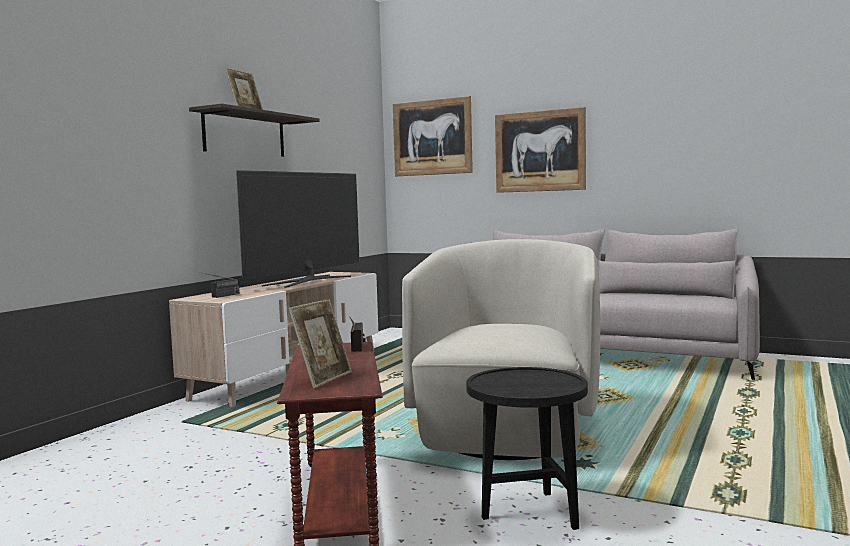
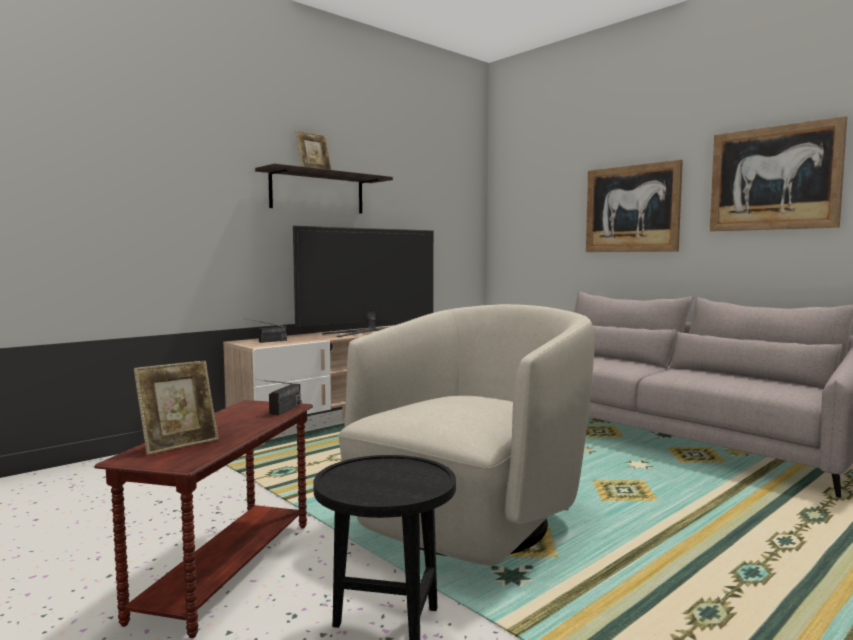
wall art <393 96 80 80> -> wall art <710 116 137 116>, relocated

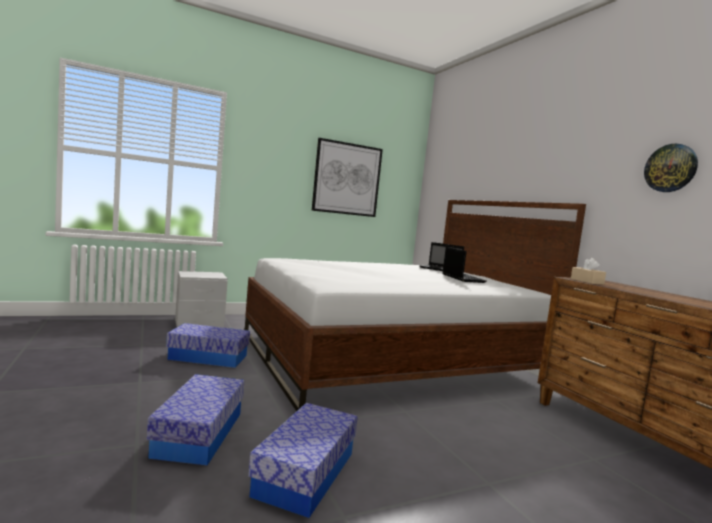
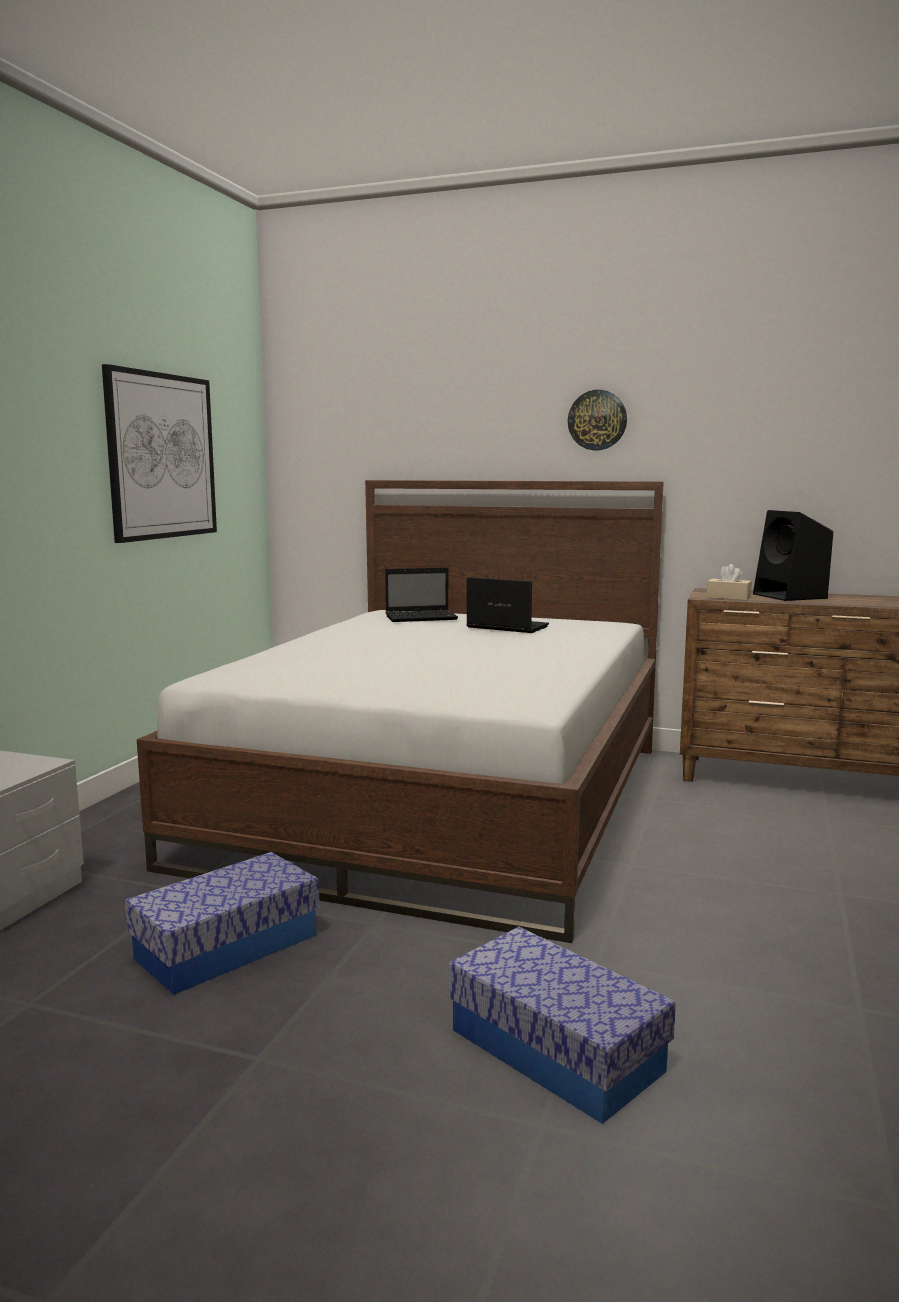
storage box <248 403 110 115> -> none
clock on the wall <644 144 54 48> -> clock on the wall <568 390 59 60>, relocated
none -> black-coloured speaker <753 510 80 91>

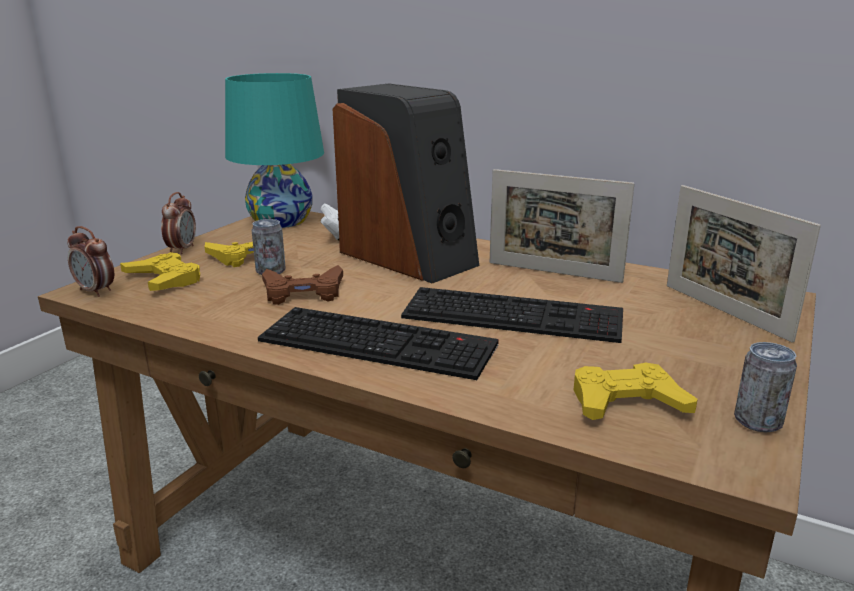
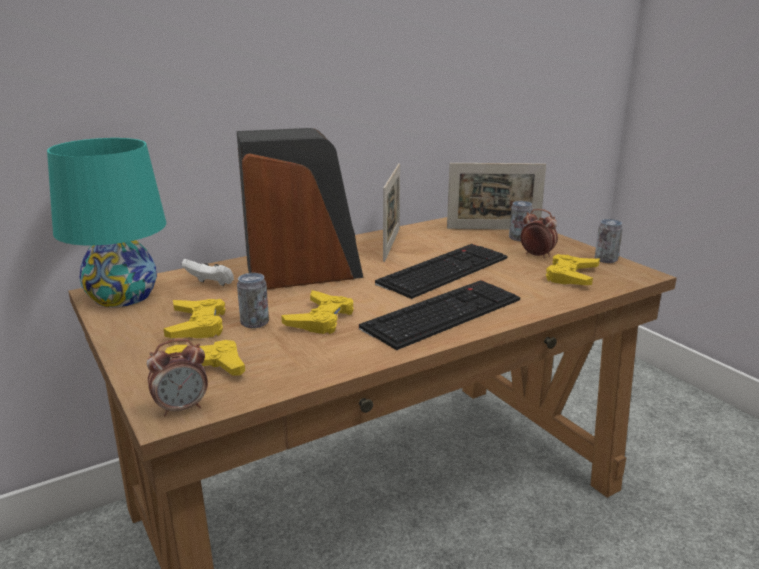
bedside clock <161 192 35 62> -> bedside clock <521 209 37 49>, relocated
brown-coloured gamepad <262 265 81 40> -> yellowish gamepad <281 290 72 44>
standing frame <490 169 145 114> -> standing frame <383 163 17 99>, 45 degrees counterclockwise
none -> metal can <509 201 24 40>

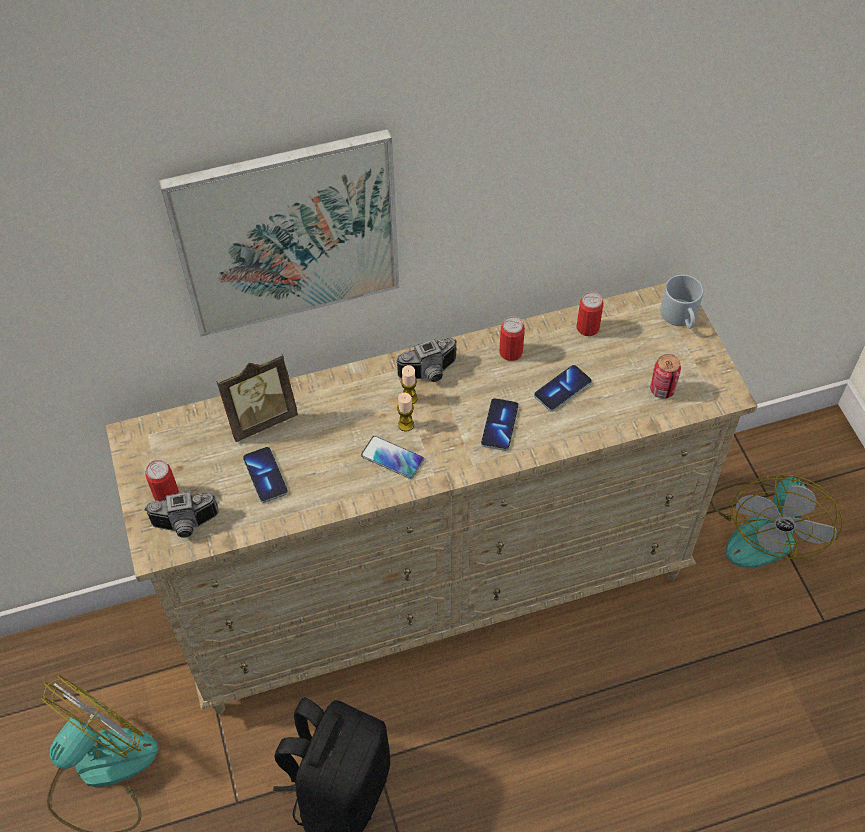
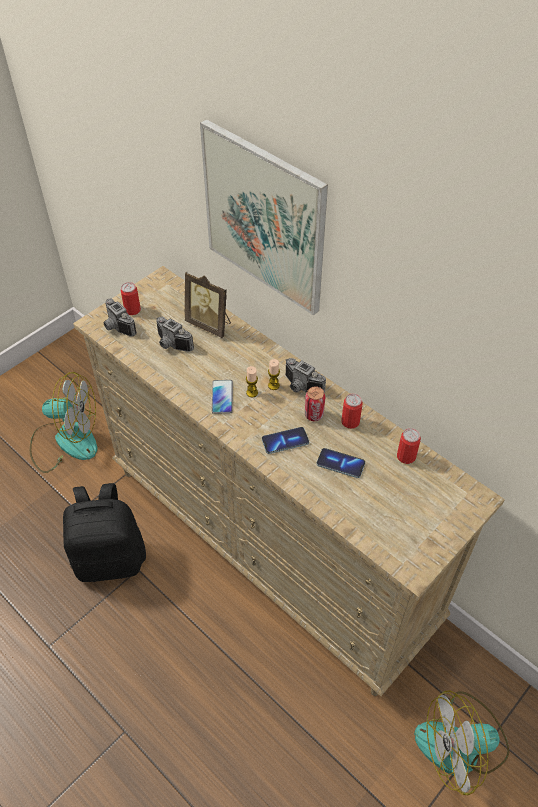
telephone <243 447 45 56> -> still camera <156 317 38 35>
metal can <650 354 31 45> -> metal can <305 386 20 35>, relocated
gray tea mug <660 275 43 54> -> none

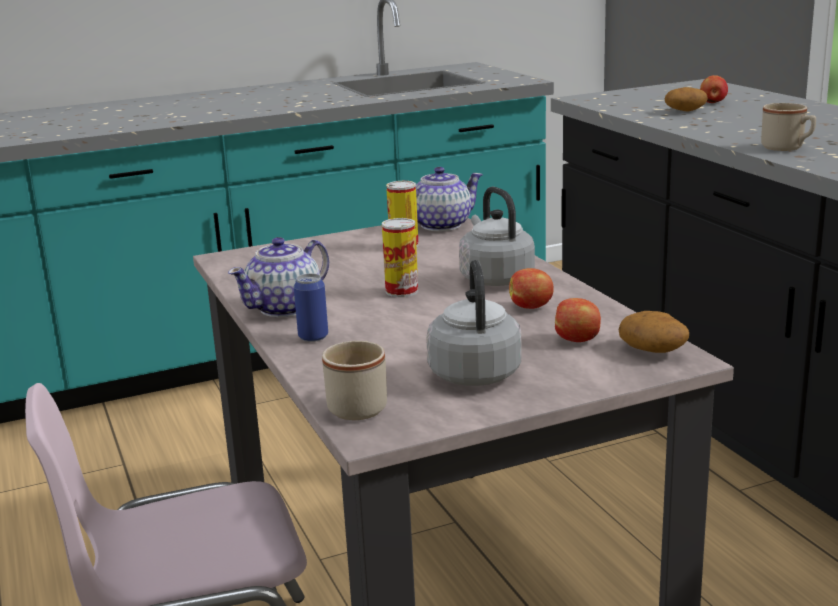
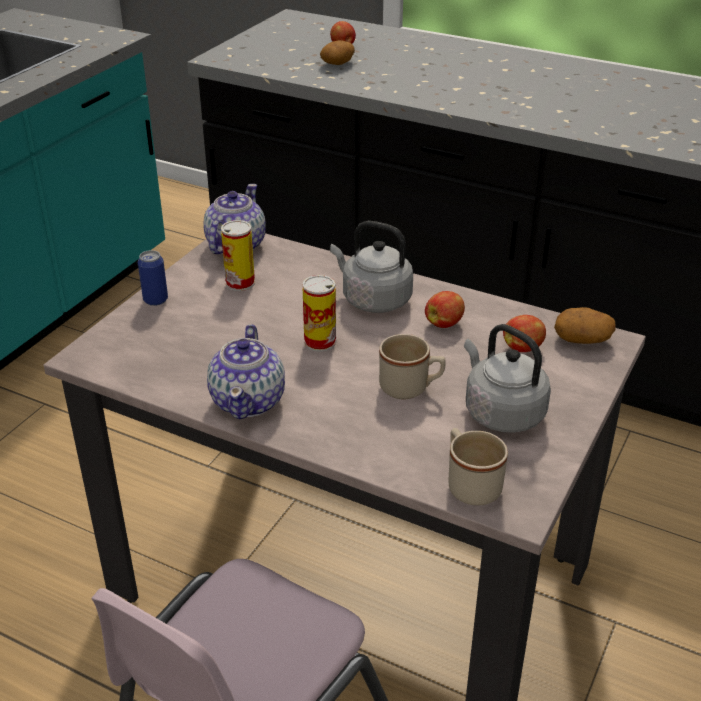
metal can <294 273 34 69> -> metal can <138 250 30 56>, relocated
beige tea mug <761 103 55 48> -> beige tea mug <379 334 67 65>, relocated

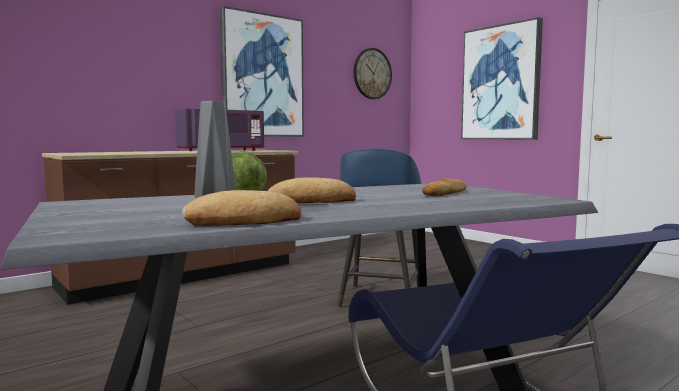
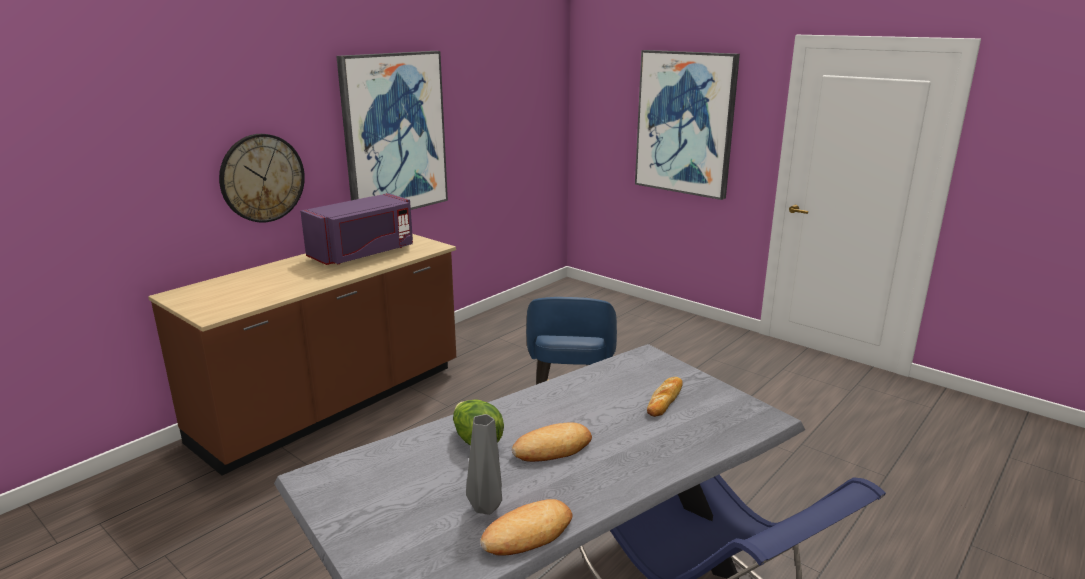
clock on the wall <353 48 39 51> -> clock on the wall <219 134 86 89>, relocated

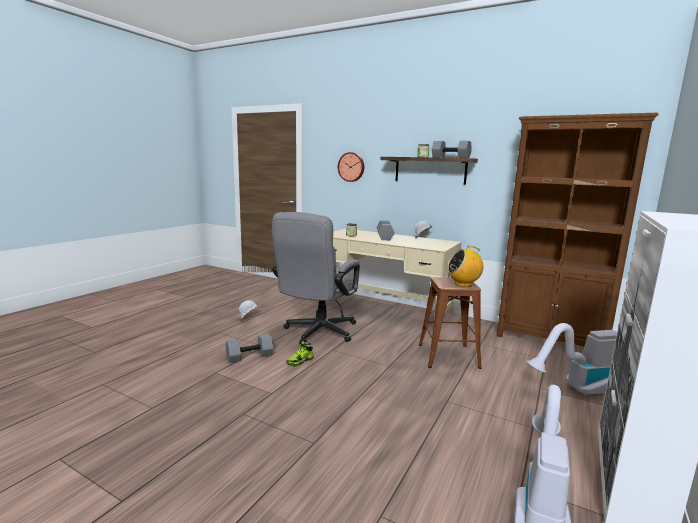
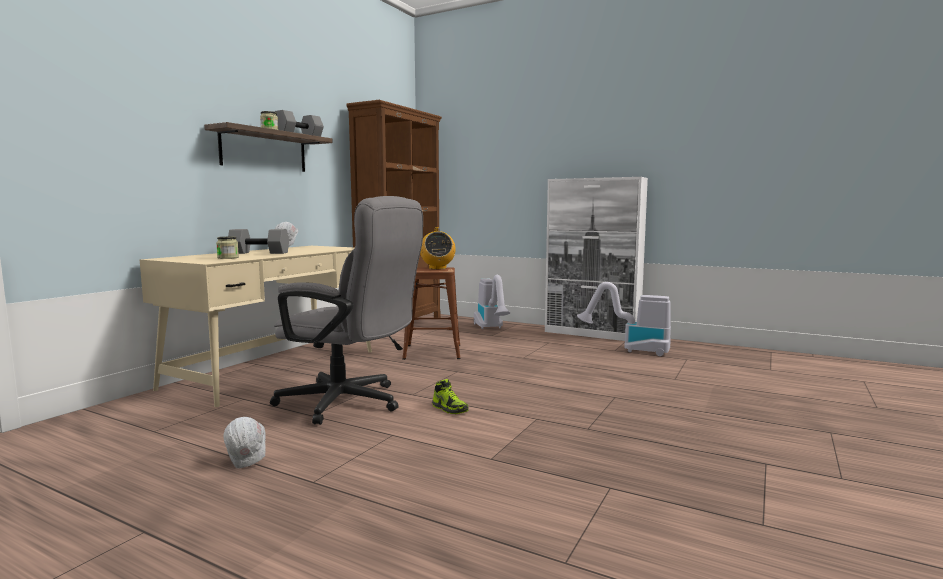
gray free weight <226 334 47 29> -> none
clock on the wall <338 152 26 30> -> none

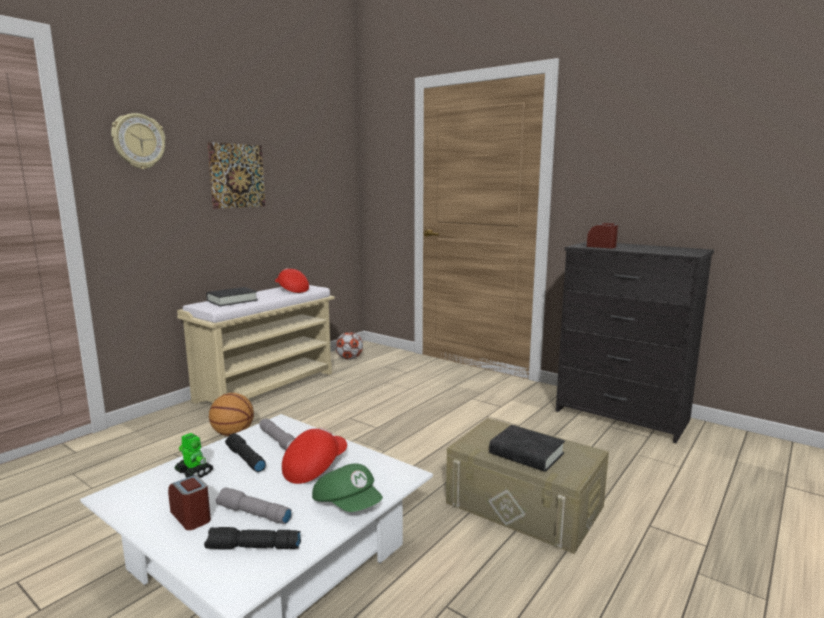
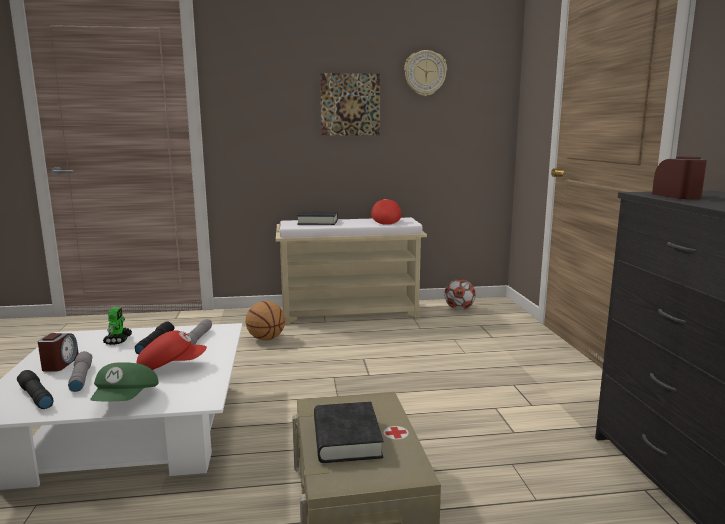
clock on the wall <111 113 55 56> -> clock on the wall <404 50 43 46>, relocated

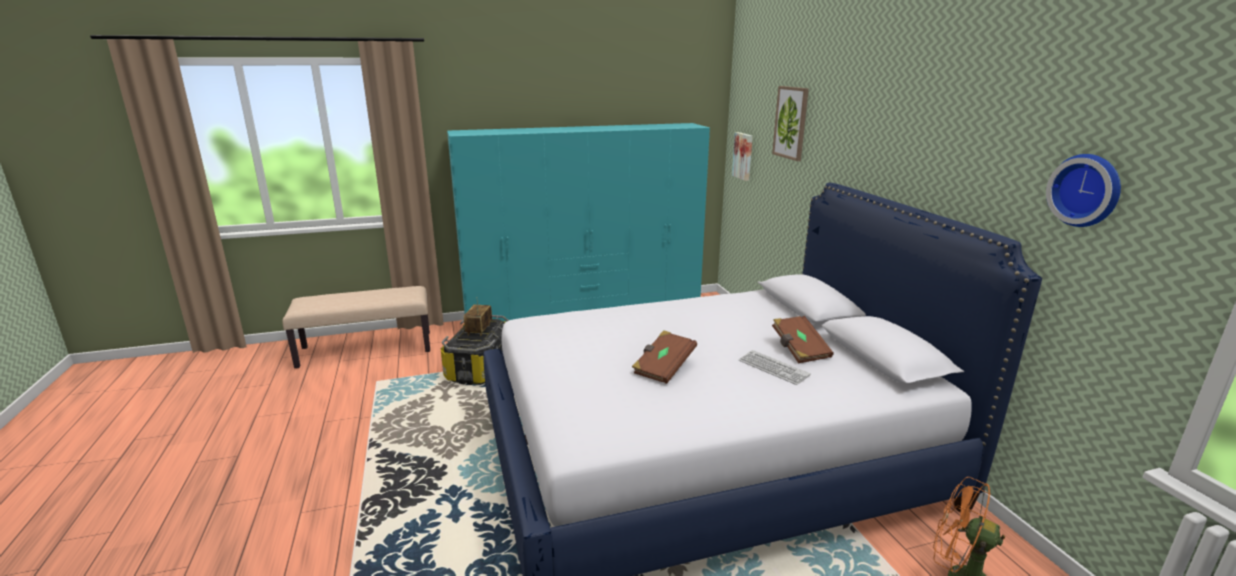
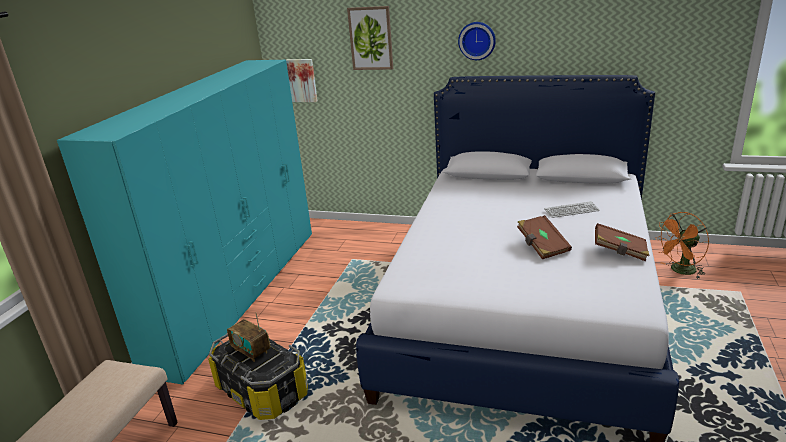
brown-coloured book <772 316 62 47> -> brown-coloured book <595 223 54 38>, relocated
clock on the wall <1046 154 75 73> -> clock on the wall <458 22 38 38>, relocated

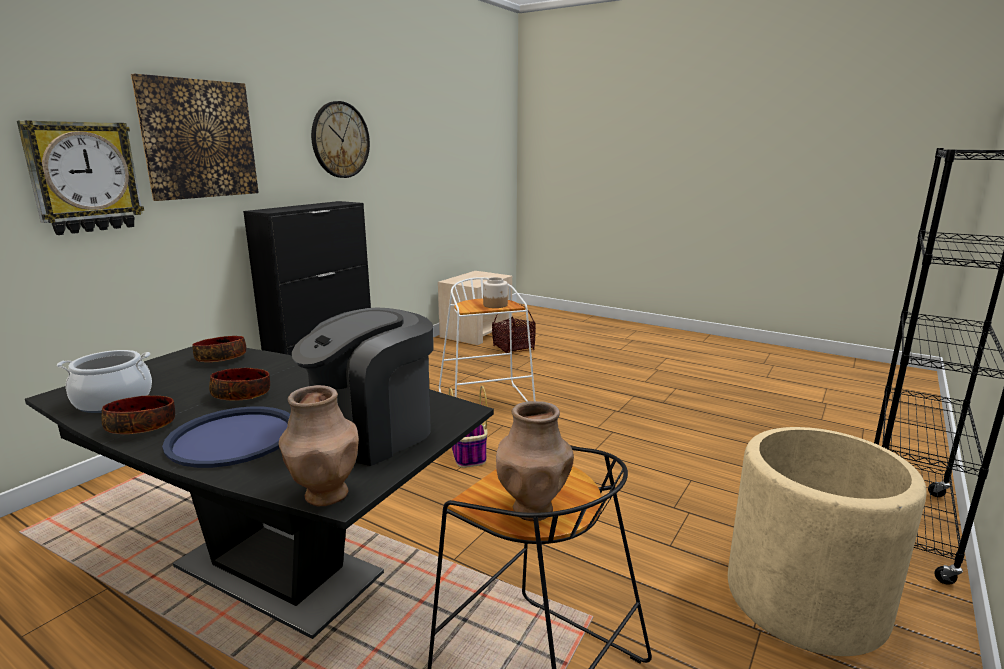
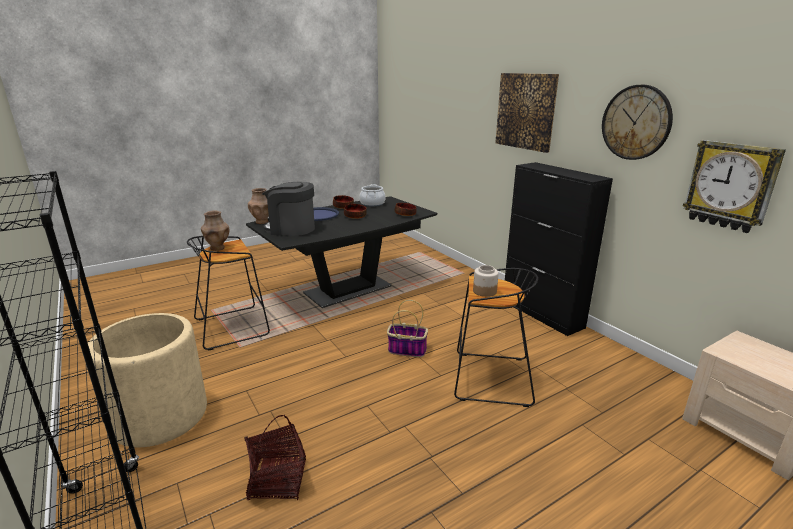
clock on the wall <17 120 127 115> -> clock on the wall <683 140 103 93>, relocated
coffee brewer <292 308 142 158> -> coffee brewer <262 182 53 54>, 60 degrees counterclockwise
white stool seat <439 277 96 125> -> black-coloured stool seat <454 268 84 139>
storage basket <492 304 44 49> -> storage basket <245 415 61 85>, relocated

